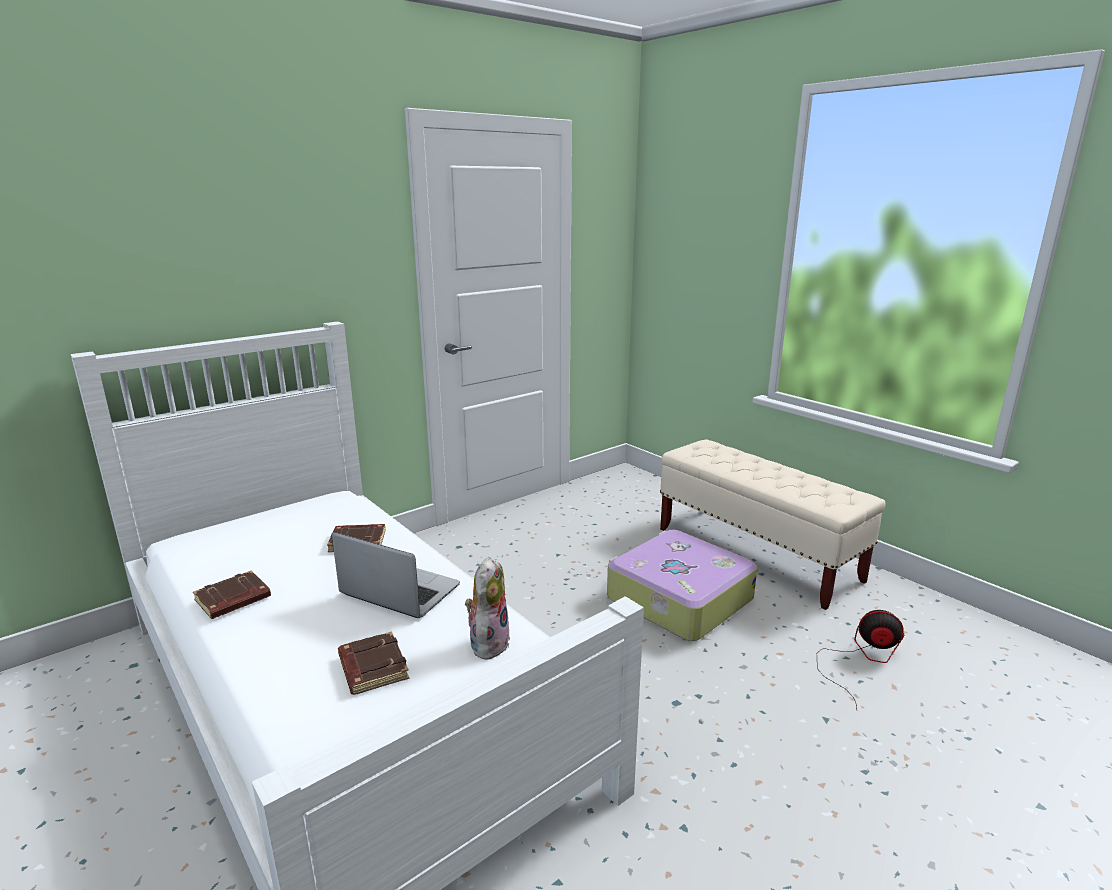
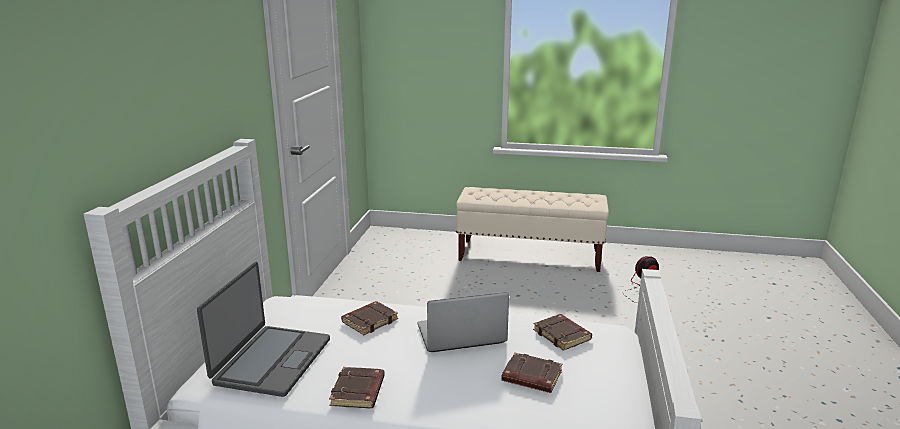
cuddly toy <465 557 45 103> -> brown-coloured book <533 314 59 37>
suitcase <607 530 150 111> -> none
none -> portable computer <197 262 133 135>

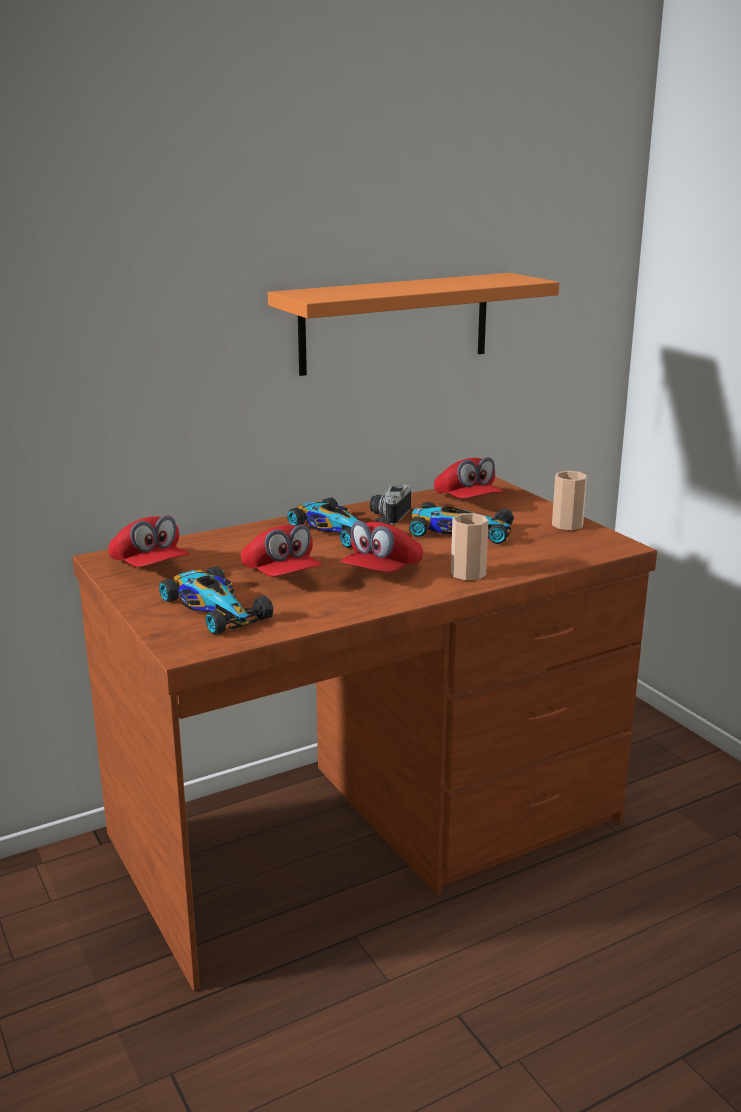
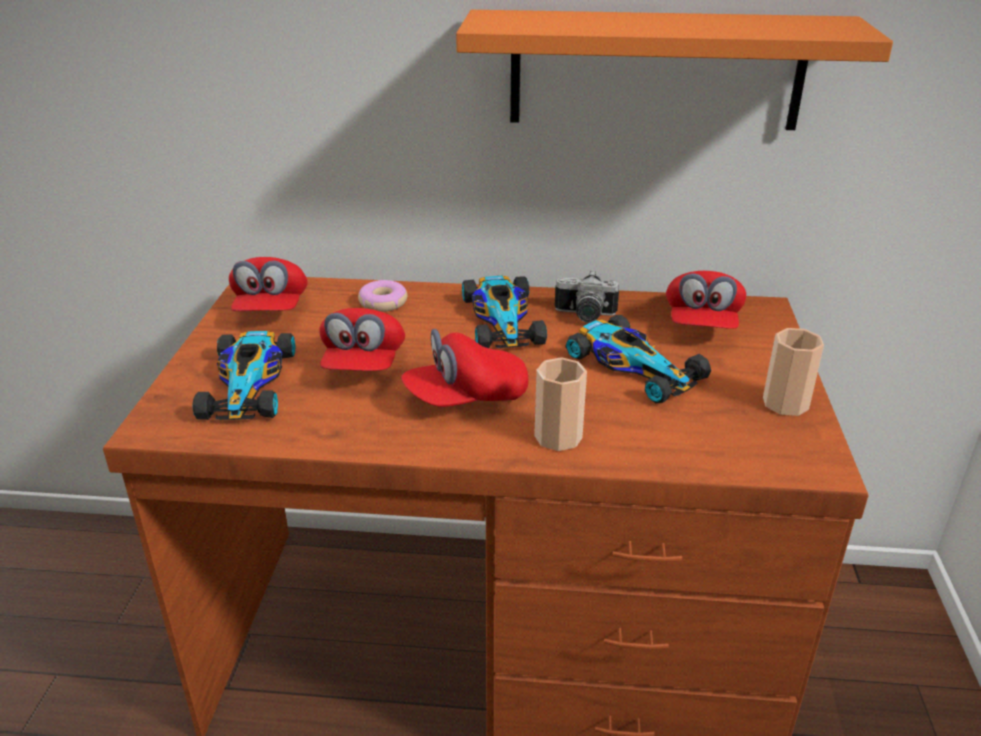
still camera <370 484 41 41> -> still camera <555 271 64 52>, 135 degrees counterclockwise
none -> doughnut <358 280 49 32>

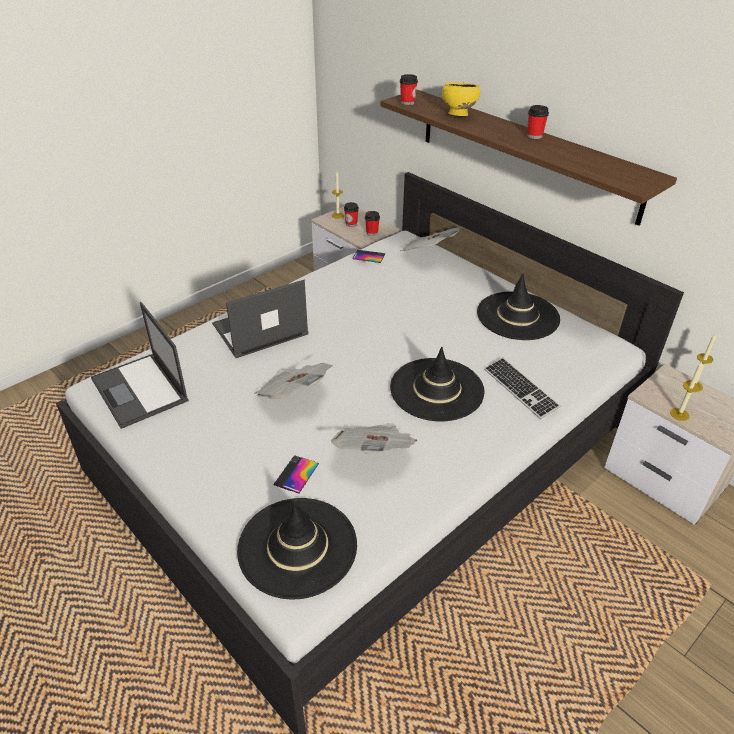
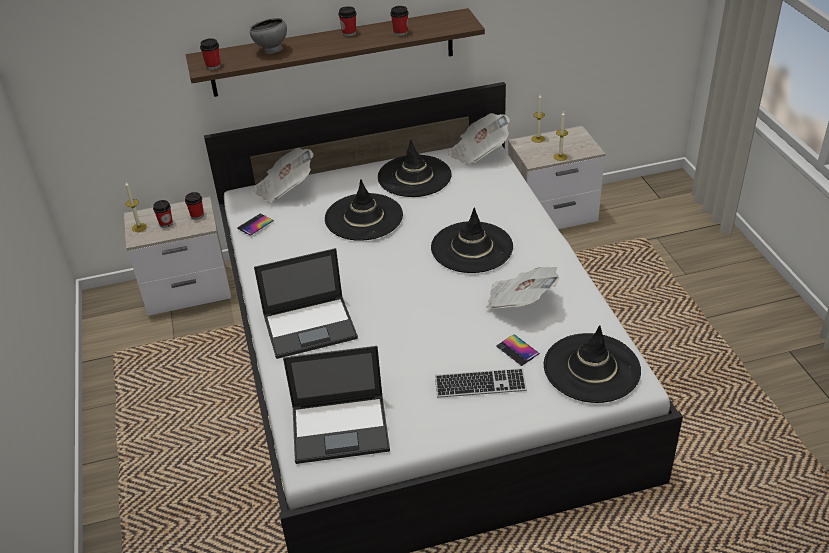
portable computer <212 280 97 78> -> portable computer <254 248 104 111>, 105 degrees counterclockwise
printed paper <254 363 79 36> -> printed paper <448 113 62 52>, relocated
yellowish deep dish <442 82 38 34> -> gray deep dish <250 18 37 36>
computer keyboard <484 358 77 61> -> computer keyboard <435 368 92 30>, relocated
none -> black-coloured clothing hat <325 179 78 62>
none -> drinking cup <390 6 19 30>

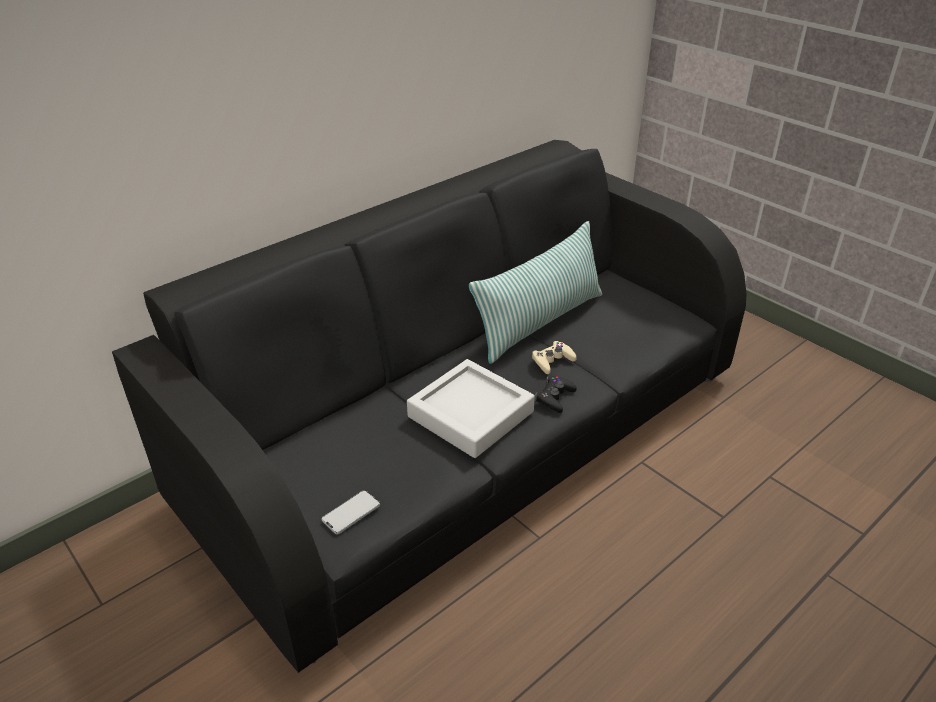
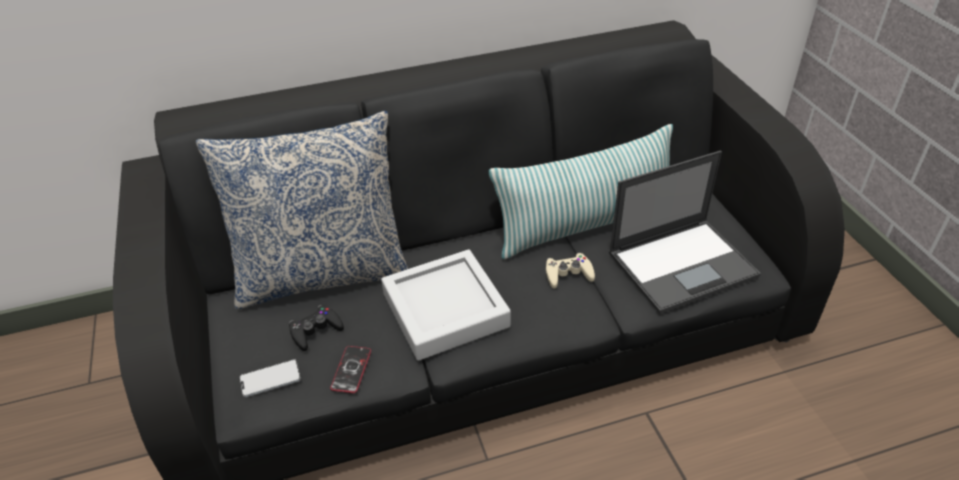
black-coloured gamepad <535 376 42 37> -> black-coloured gamepad <289 305 55 46>, relocated
none -> cushion <196 111 213 198>
none -> telephone <330 346 41 47>
none -> portable computer <609 151 152 163>

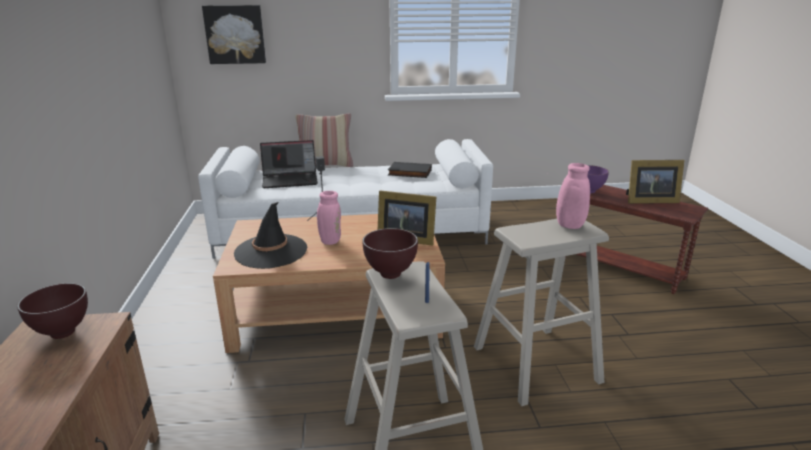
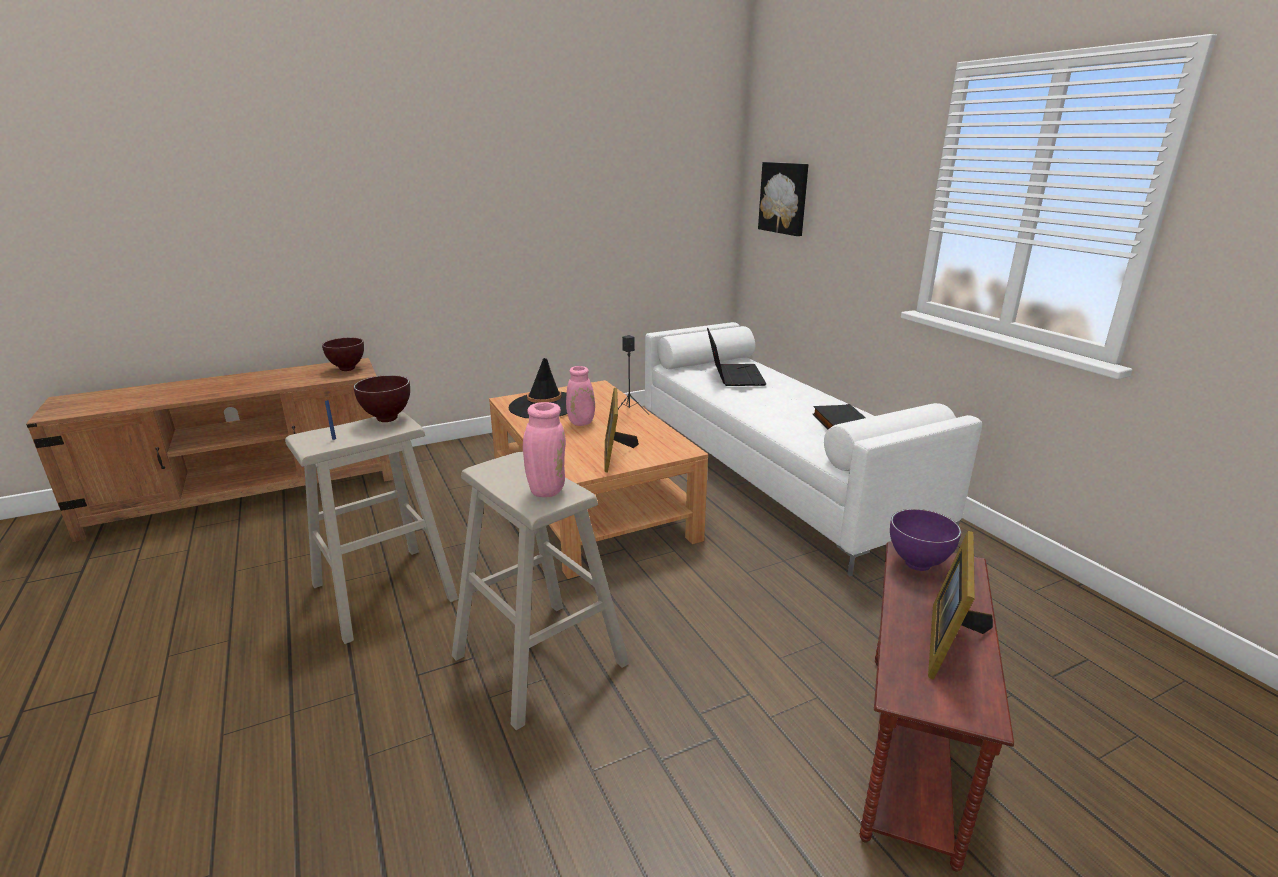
portable computer <260 140 58 48> -> portable computer <707 328 60 58>, 150 degrees counterclockwise
cushion <295 113 58 54> -> none
standing frame <626 160 58 44> -> standing frame <928 531 65 149>, 45 degrees clockwise

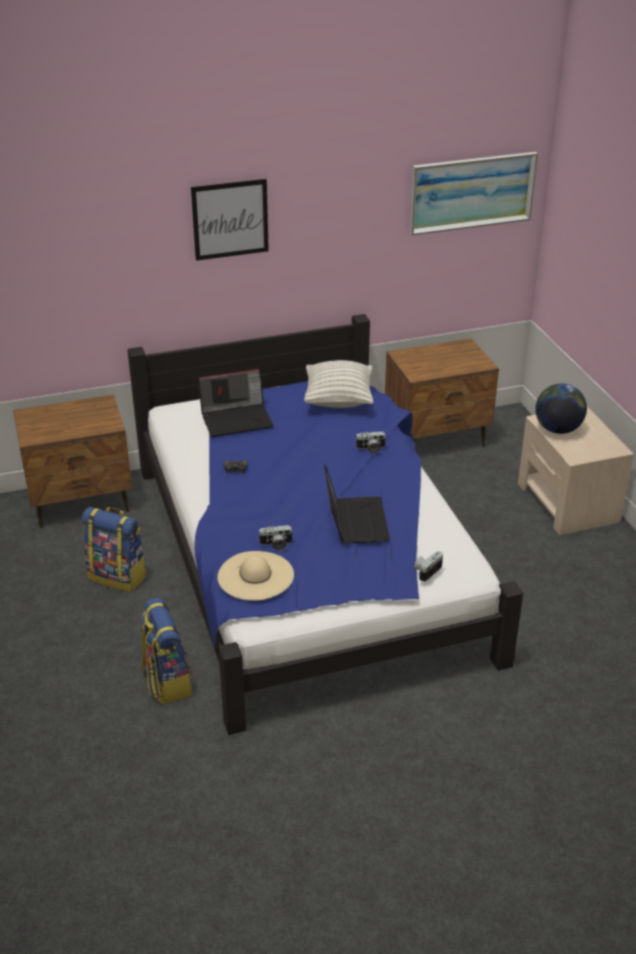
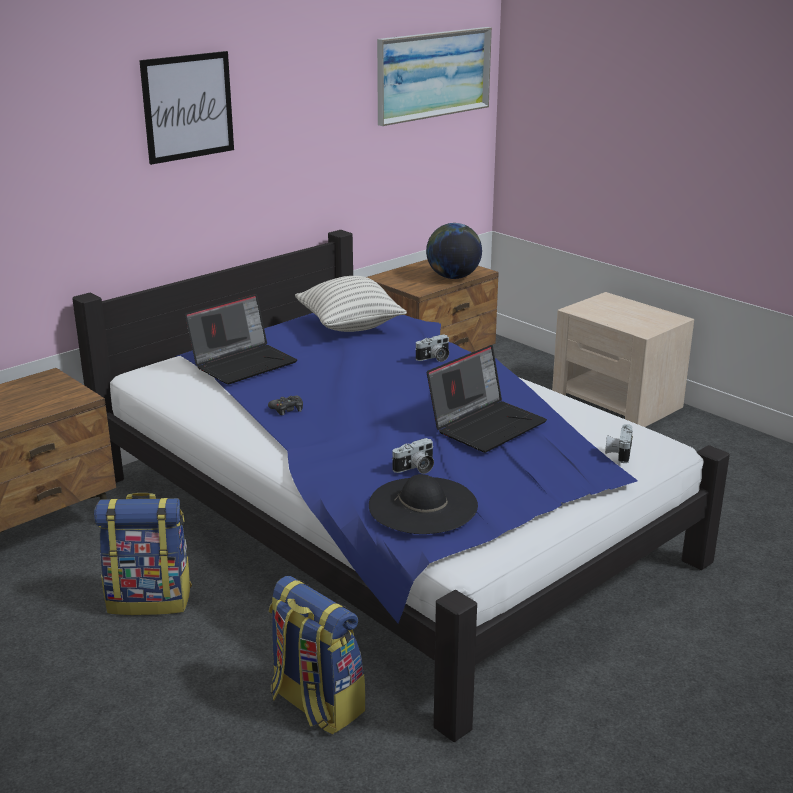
beige clothing hat <217 551 77 50> -> black-coloured clothing hat <369 474 109 60>
portable computer <324 464 66 80> -> portable computer <427 345 120 108>, 75 degrees clockwise
world globe <535 383 52 51> -> world globe <426 223 56 56>, relocated

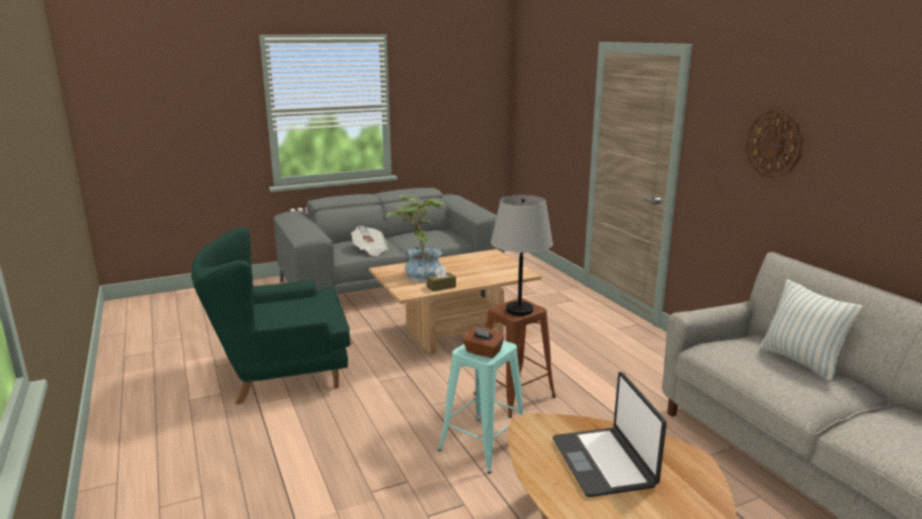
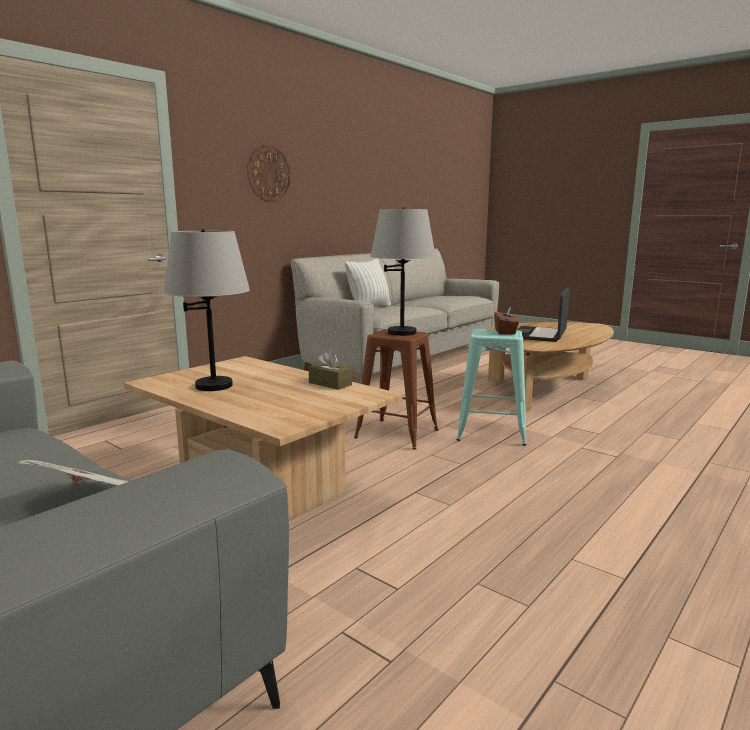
green armchair <191 227 160 177> -> none
plant in a pot <386 194 58 87> -> none
portable computer <553 372 114 125> -> portable computer <518 288 52 54>, 150 degrees clockwise
none -> gray tabletop lamp <163 229 87 162>

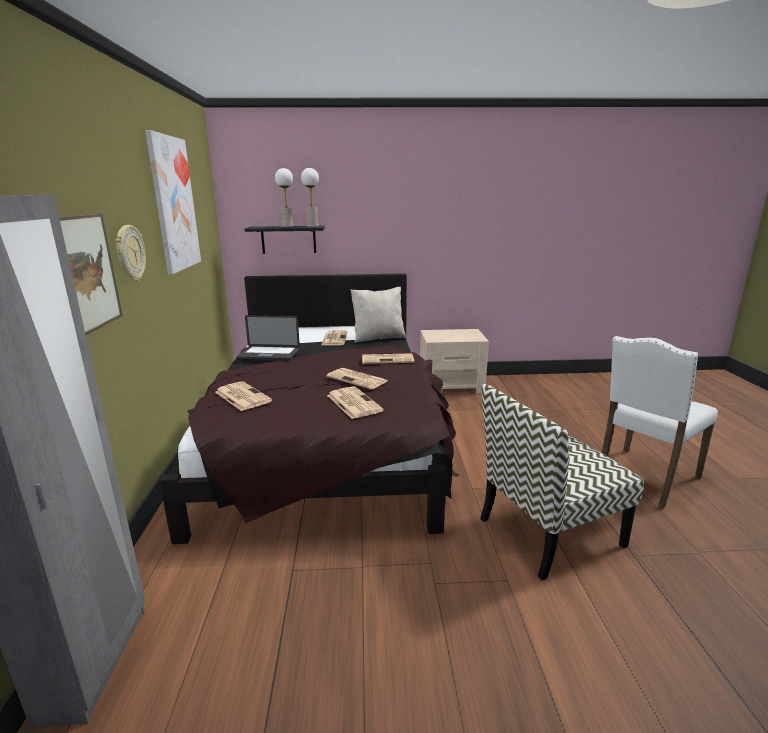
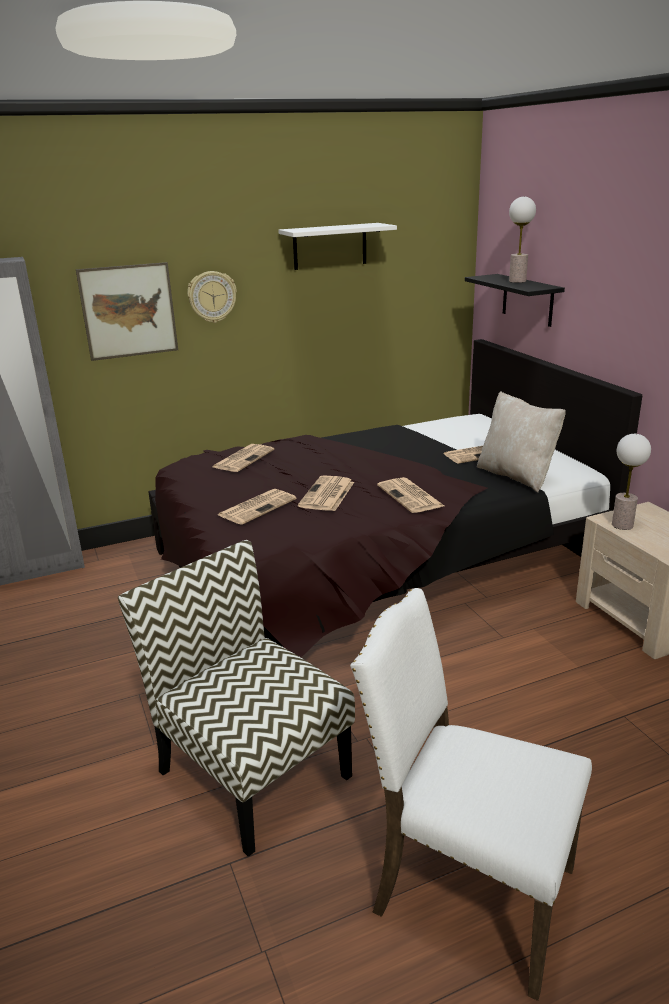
wall art <145 130 56 145> -> white wall shelf <278 223 119 47>
portable computer <236 315 64 46> -> none
tabletop lamp <301 168 18 59> -> tabletop lamp <612 434 39 96>, relocated

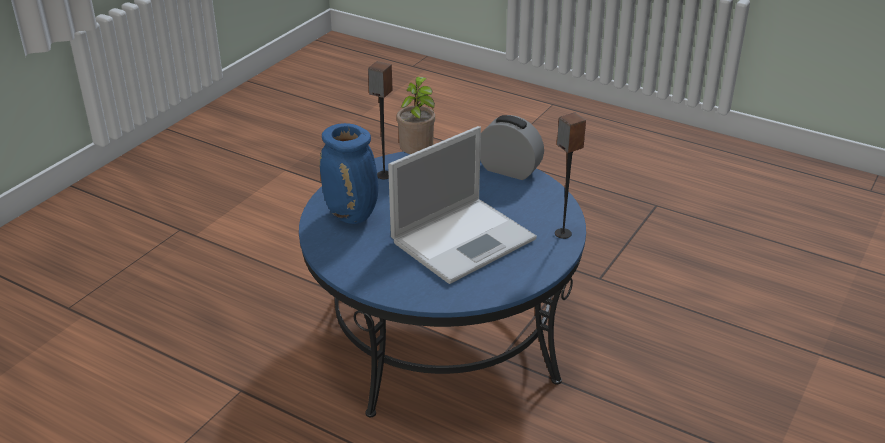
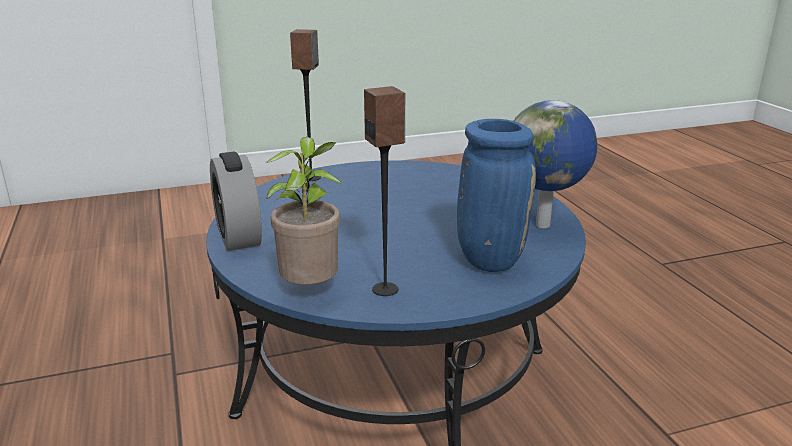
portable computer <388 126 149 158> -> none
none -> world globe <514 100 83 128>

